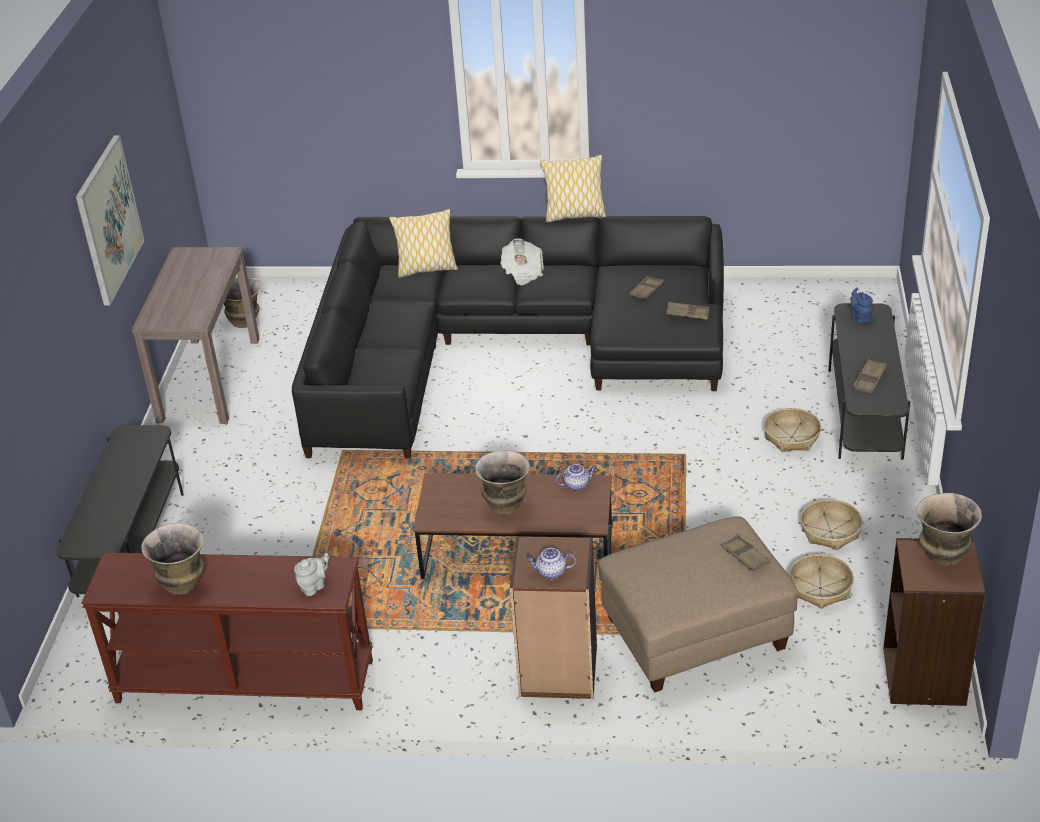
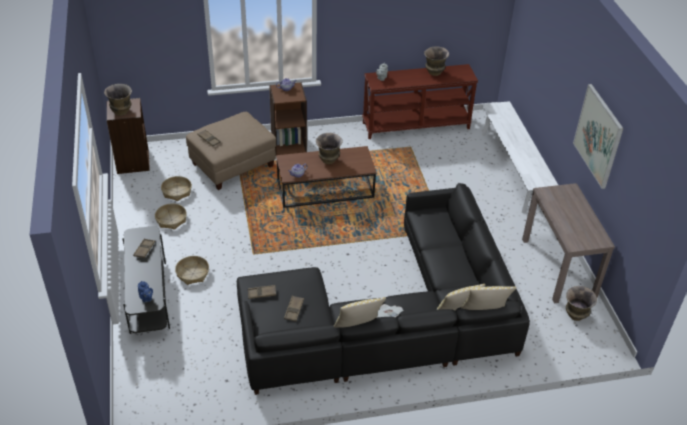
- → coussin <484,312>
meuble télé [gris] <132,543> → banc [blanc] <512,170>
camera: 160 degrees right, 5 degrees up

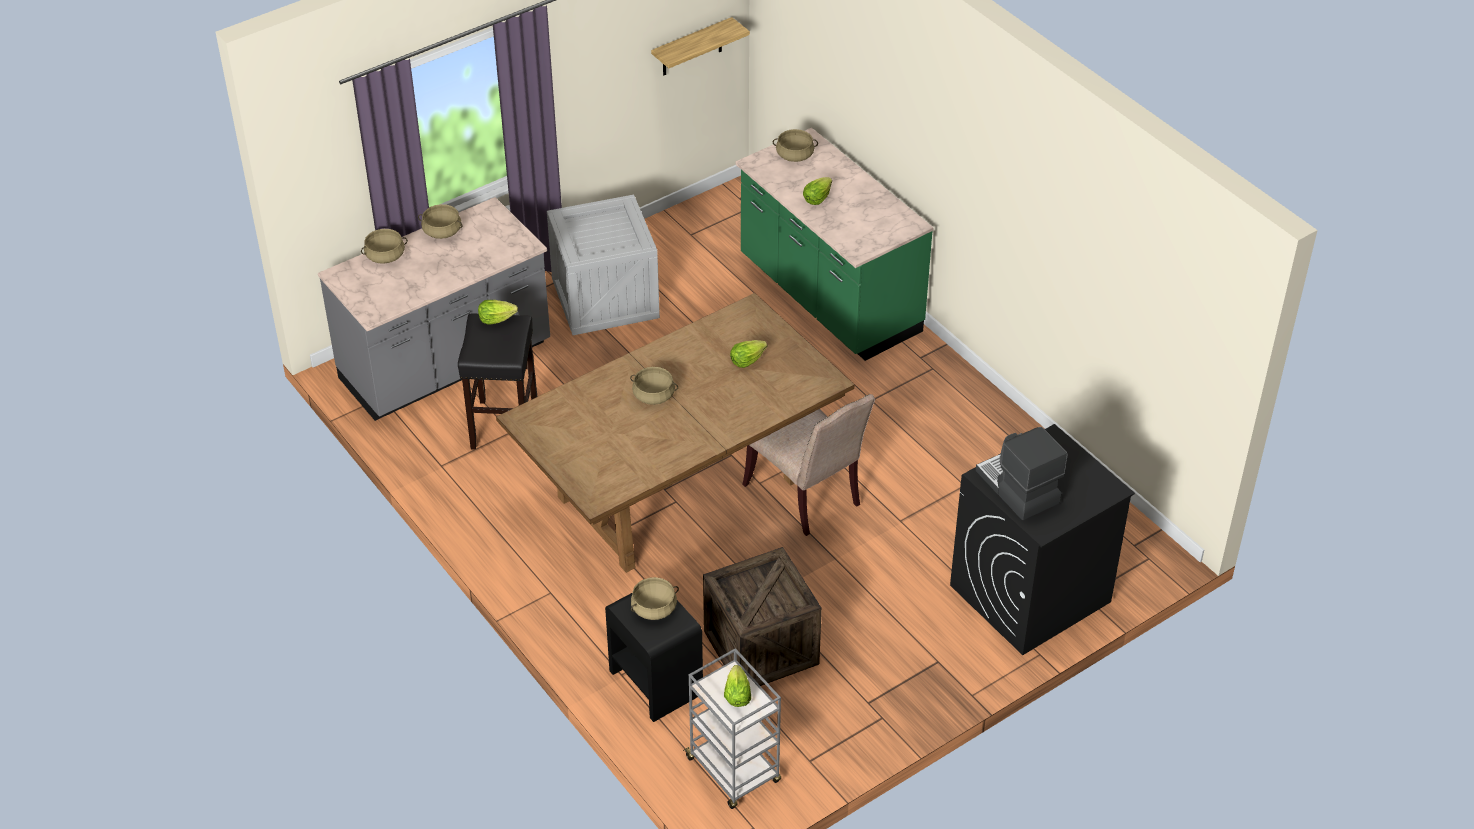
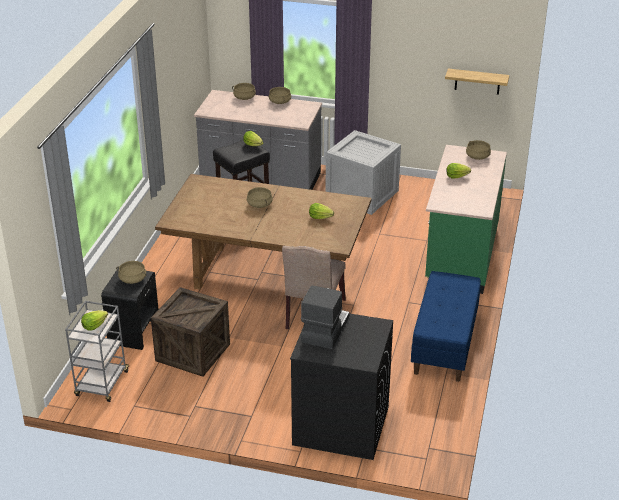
- → banc [bleu] <445,345>
camera: 50 degrees right, 10 degrees down

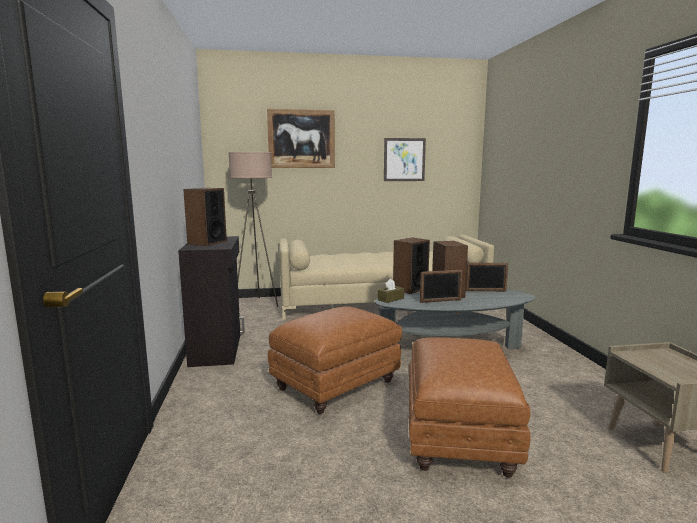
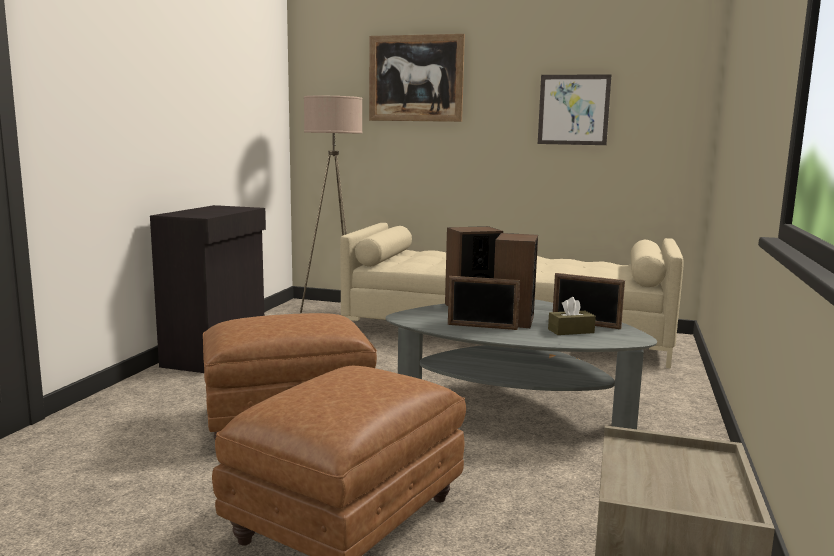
boîte à mouchoirs [marron] <390,299> → boîte à mouchoirs [marron] <571,331>, shifted
enceinte <207,242> → -
camera: 25 degrees right, 0 degrees up

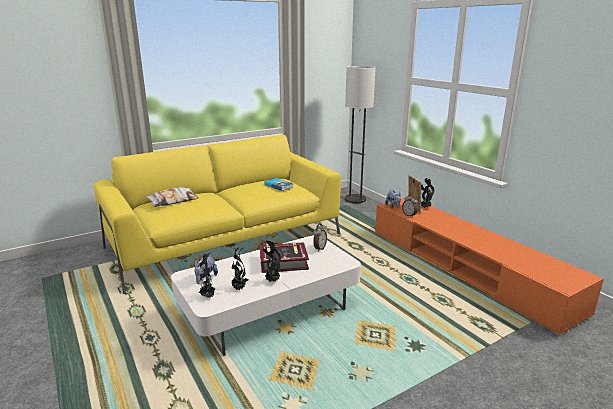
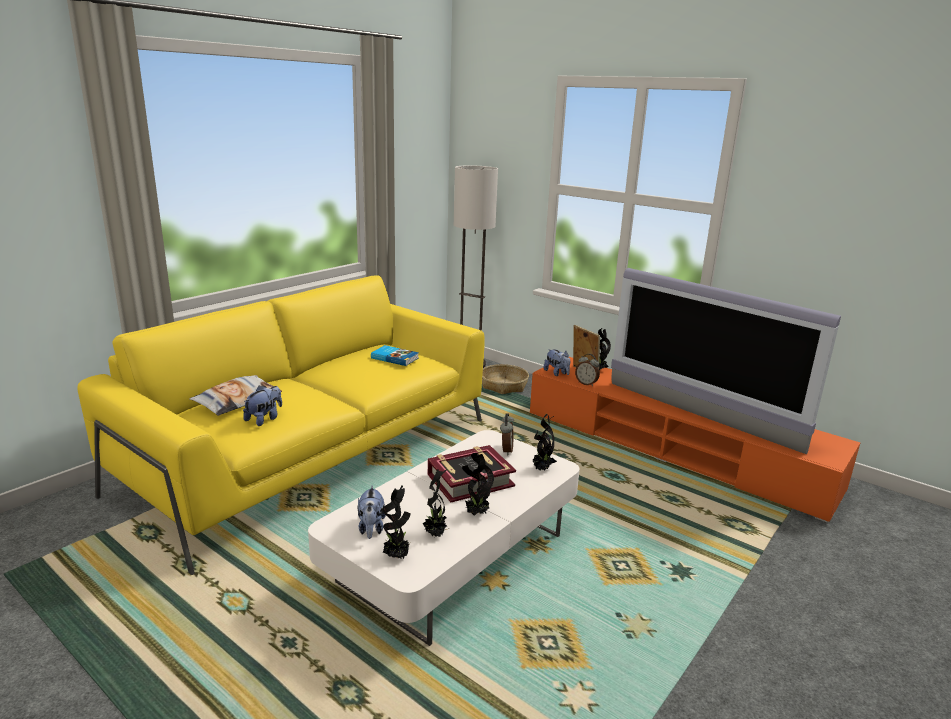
- → peluche <264,419>
- → panier <503,385>
- → plante en pot <542,469>
- → téléviseur <699,416>
camera: 20 degrees left, 0 degrees up

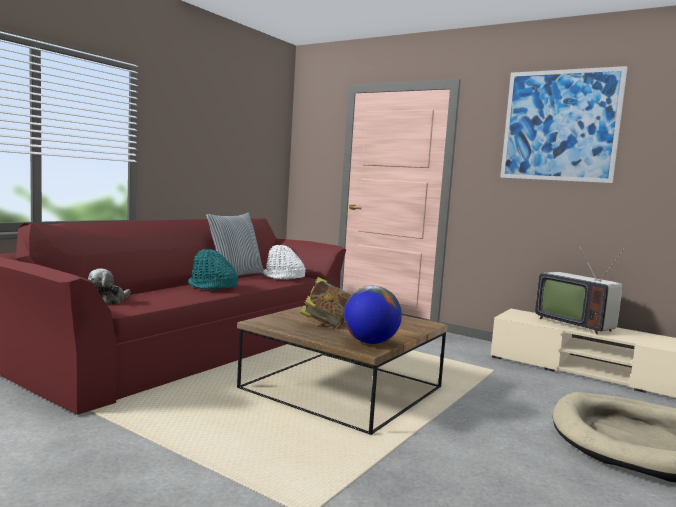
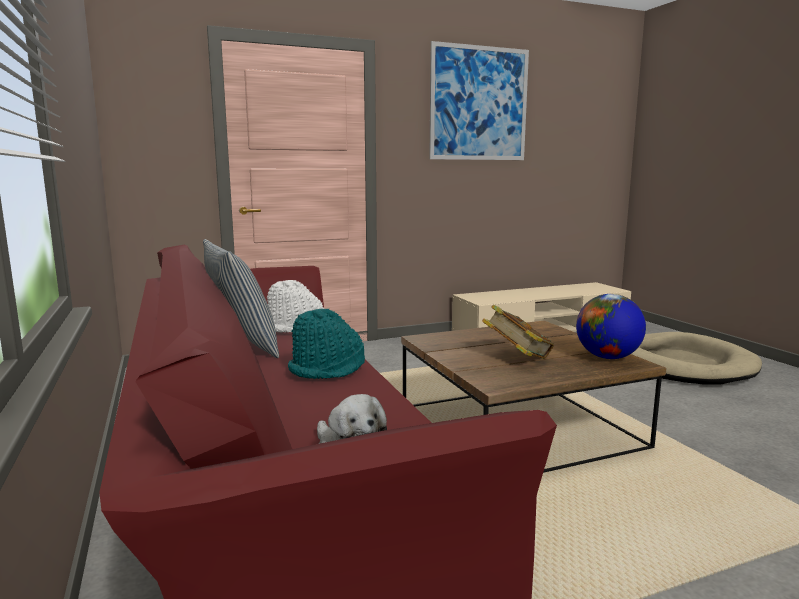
téléviseur <575,324> → -
camera: 55 degrees left, 5 degrees up

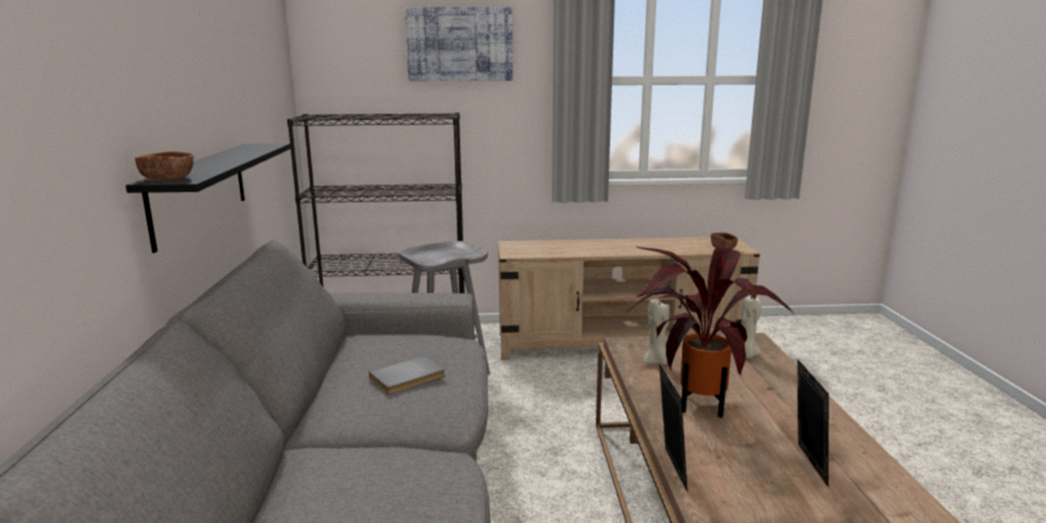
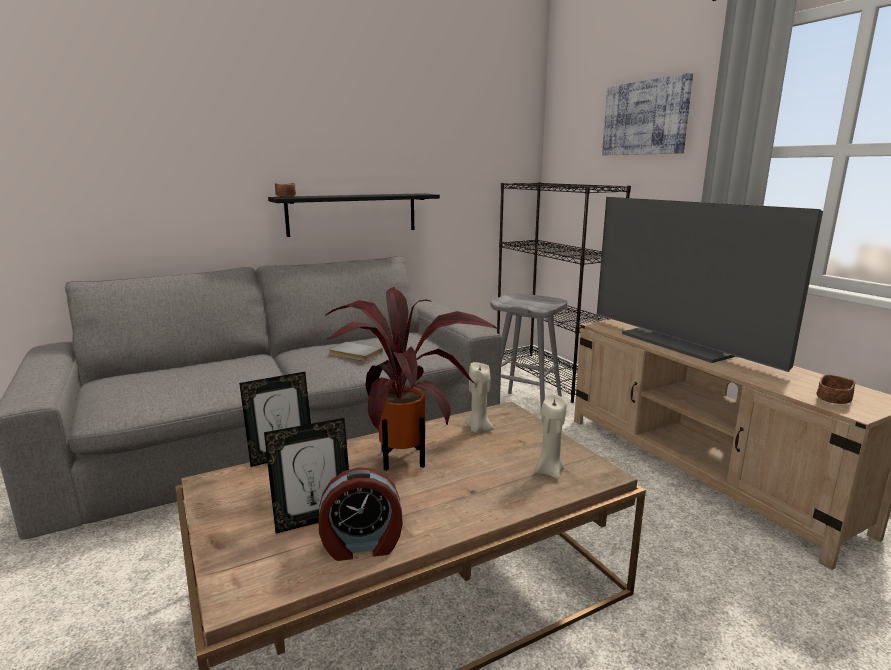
- → réveil <362,546>
- → téléviseur <682,343>
camera: 65 degrees right, 0 degrees up

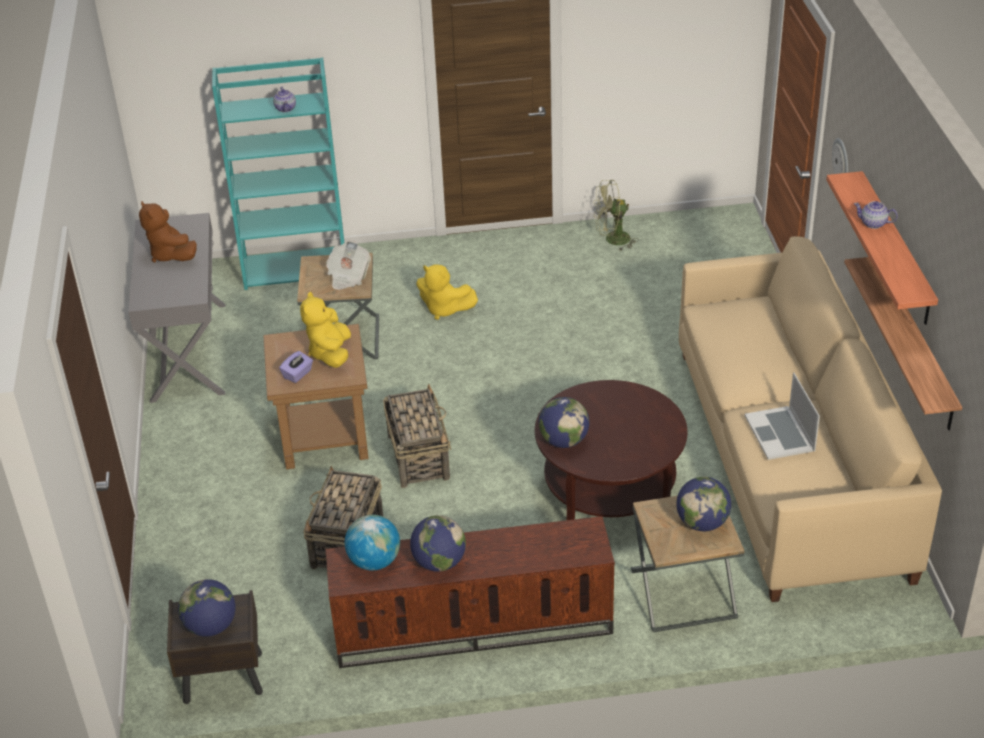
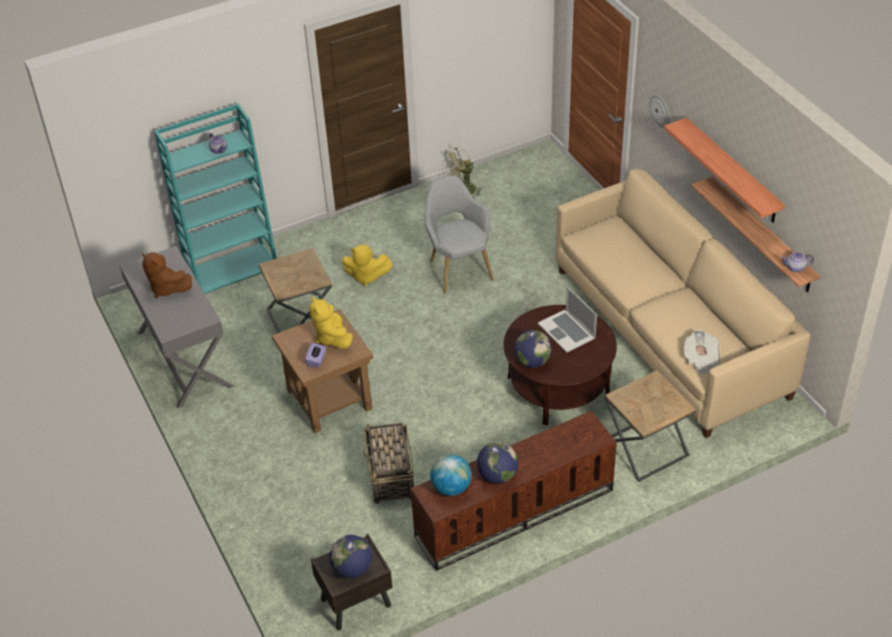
- → fauteuil [gris] <458,268>
ordinateur portable <780,433> → ordinateur portable <567,331>, shifted
journal <348,276> → journal <701,360>, shifted
théière <873,224> → théière <795,267>, shifted
panier <418,456> → -
globe <702,523> → -
camera: 20 degrees left, 5 degrees up

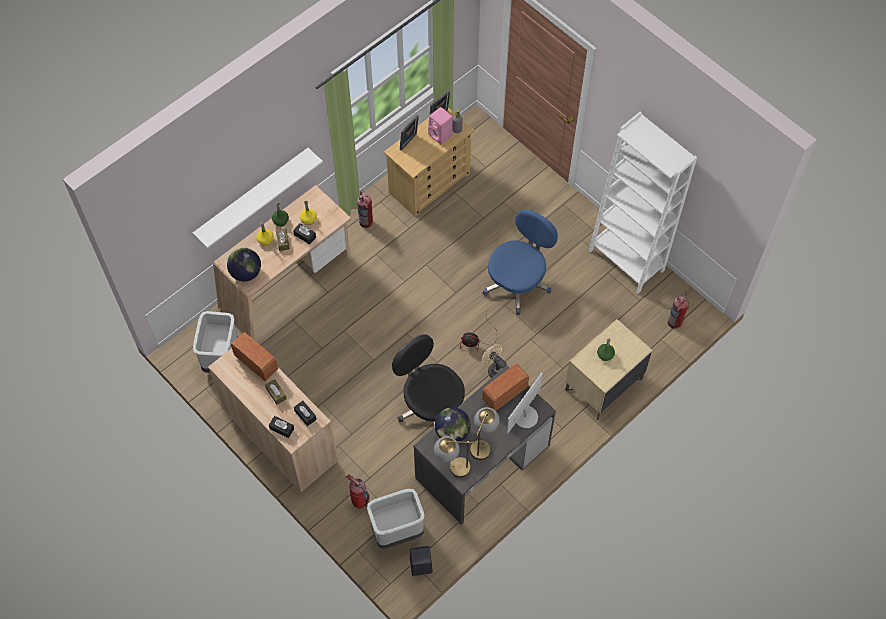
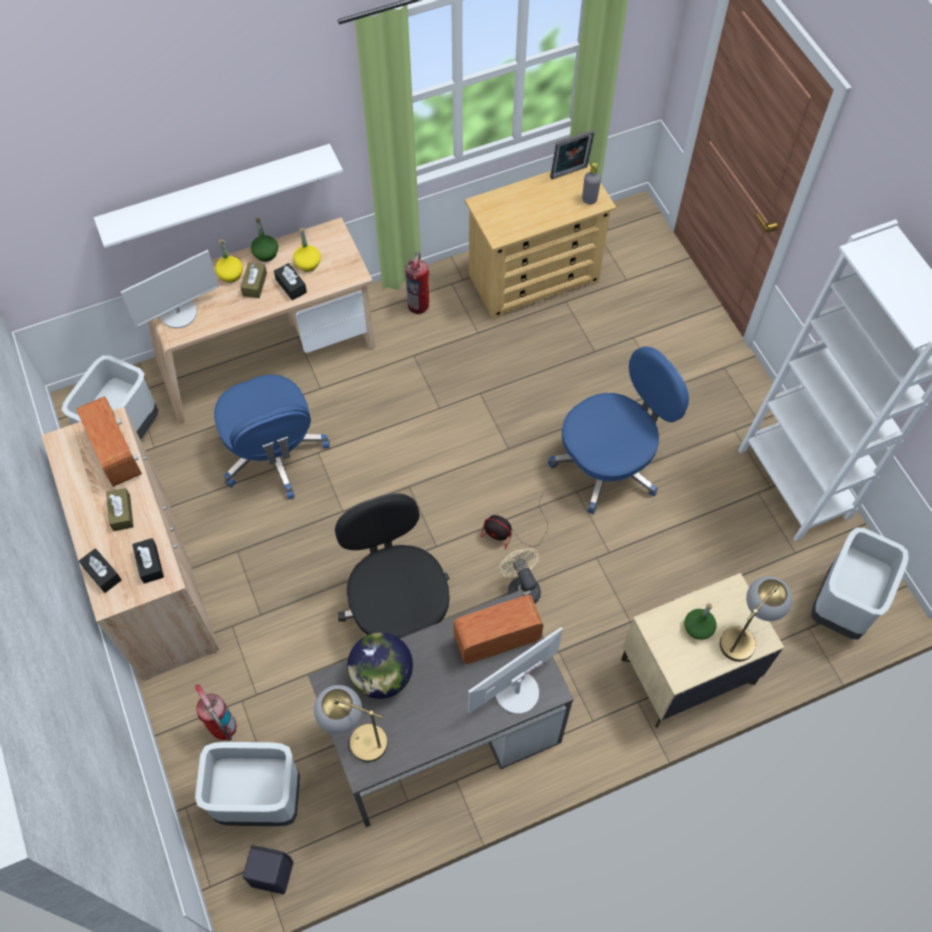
globe <246,272> → écran d'ordinateur <179,313>
- → chaise de bureau [bleu] <274,454>
lampe de table <483,443> → lampe de table <744,635>, shifted
extincteur <675,322> → poubelle [gris] <842,607>
cadre photo <409,142> → -
enceinte [rose] <441,135> → -
camera: 20 degrees right, 0 degrees up

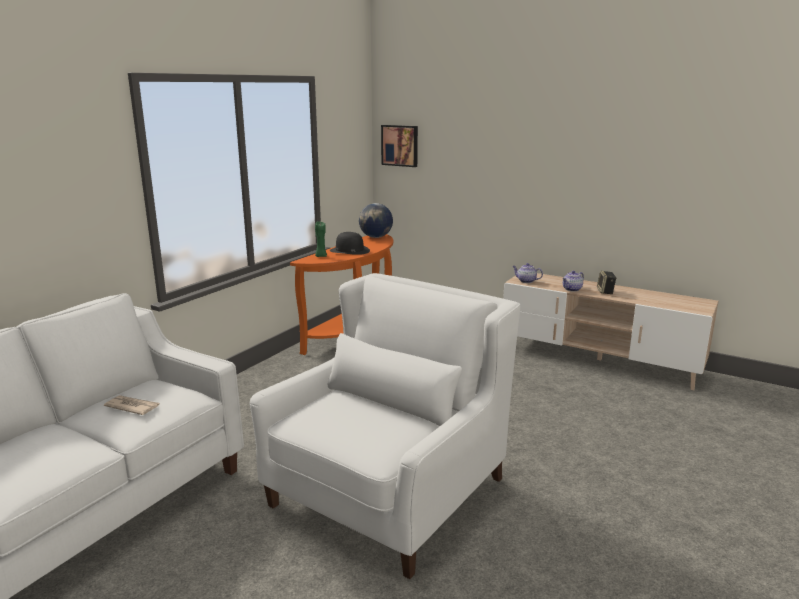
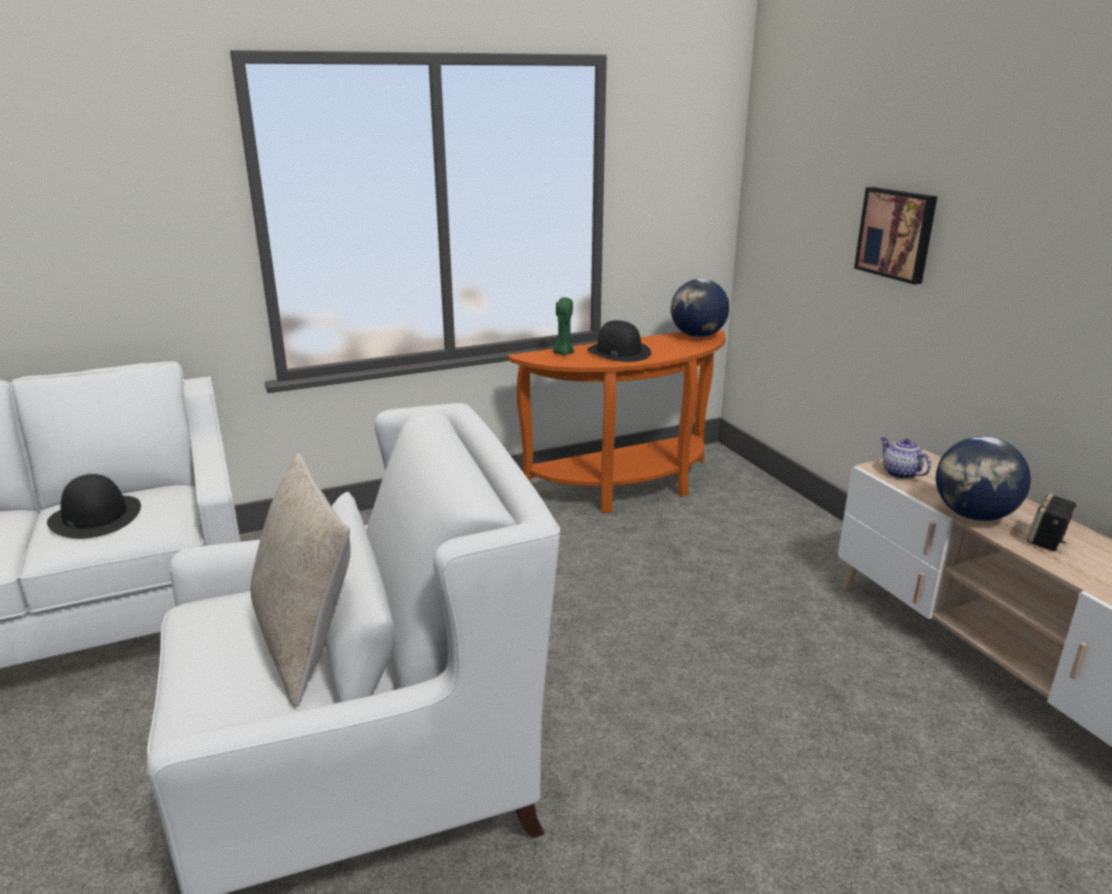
journal <132,407> → chapeau [noir] <95,516>
- → coussin [beige] <307,642>
tableau <400,145> → tableau <897,234>, shifted
théière <572,289> → globe <973,516>
camera: 35 degrees right, 5 degrees up

